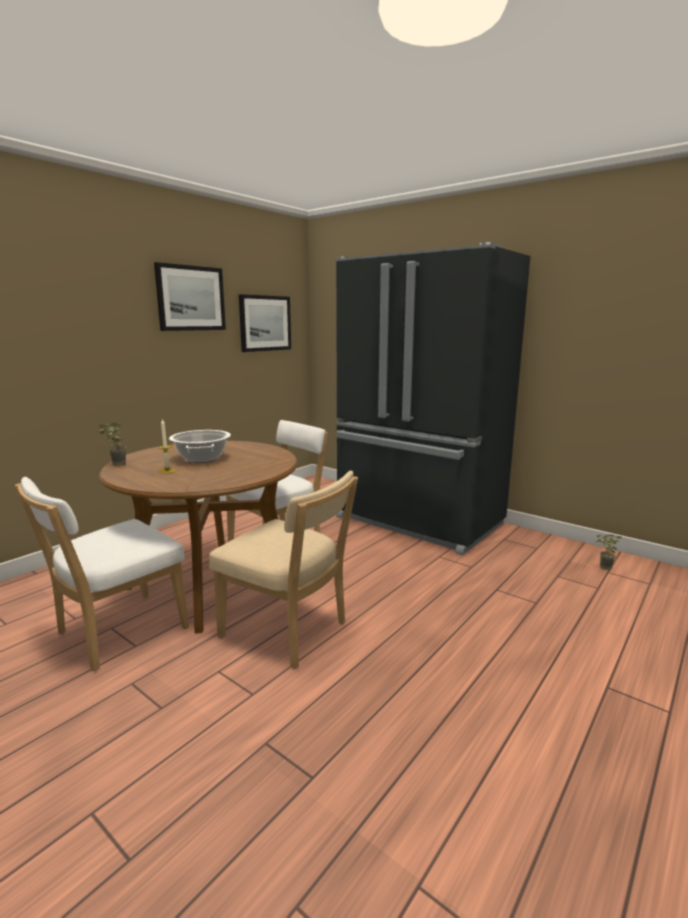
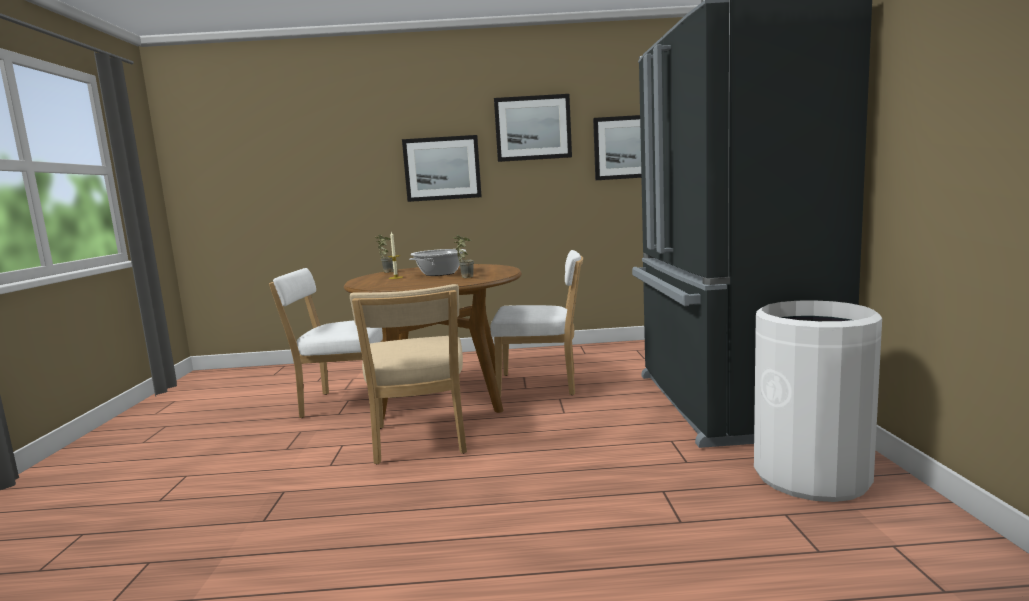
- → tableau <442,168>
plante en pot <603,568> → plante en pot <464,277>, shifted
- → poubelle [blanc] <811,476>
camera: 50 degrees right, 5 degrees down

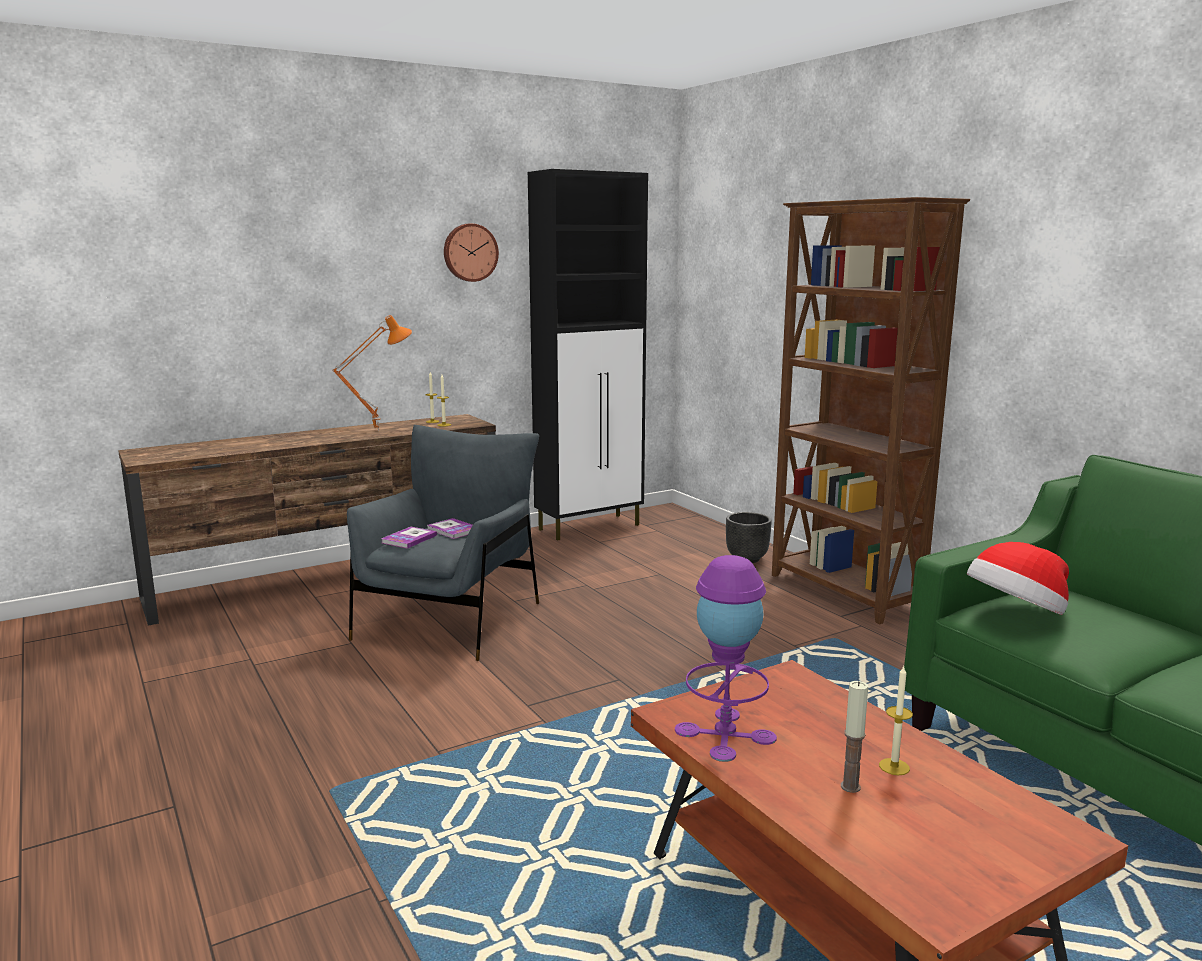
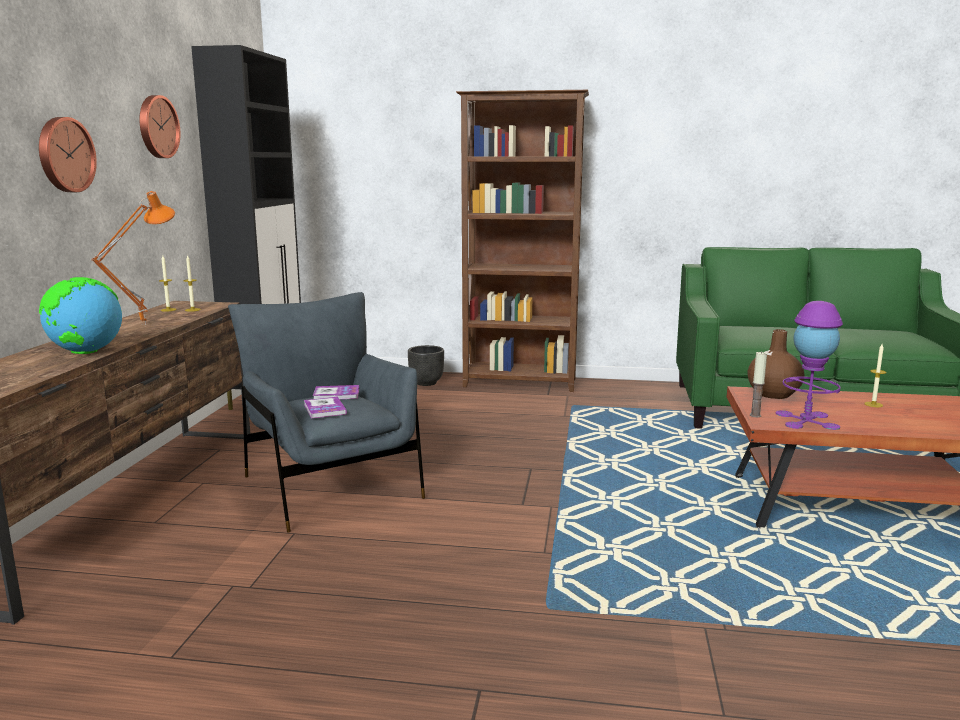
- → horloge murale <64,155>
- → globe <85,353>
- → vase [marron] <773,394>
bougie <850,787> → bougie <755,415>, shifted
chapeau <1016,614> → -
camera: 50 degrees left, 0 degrees up

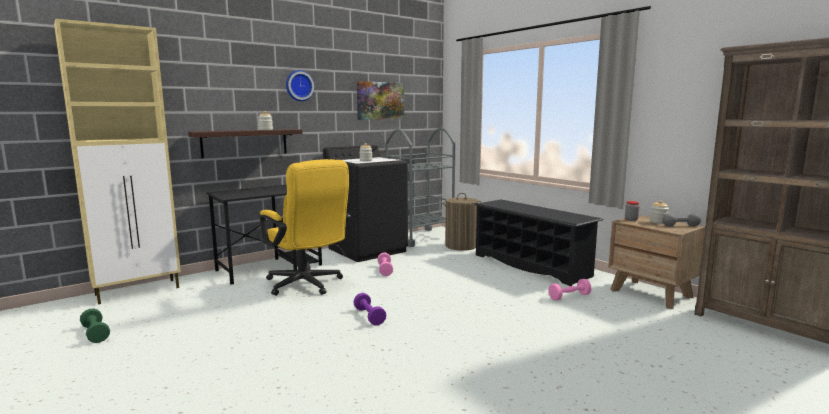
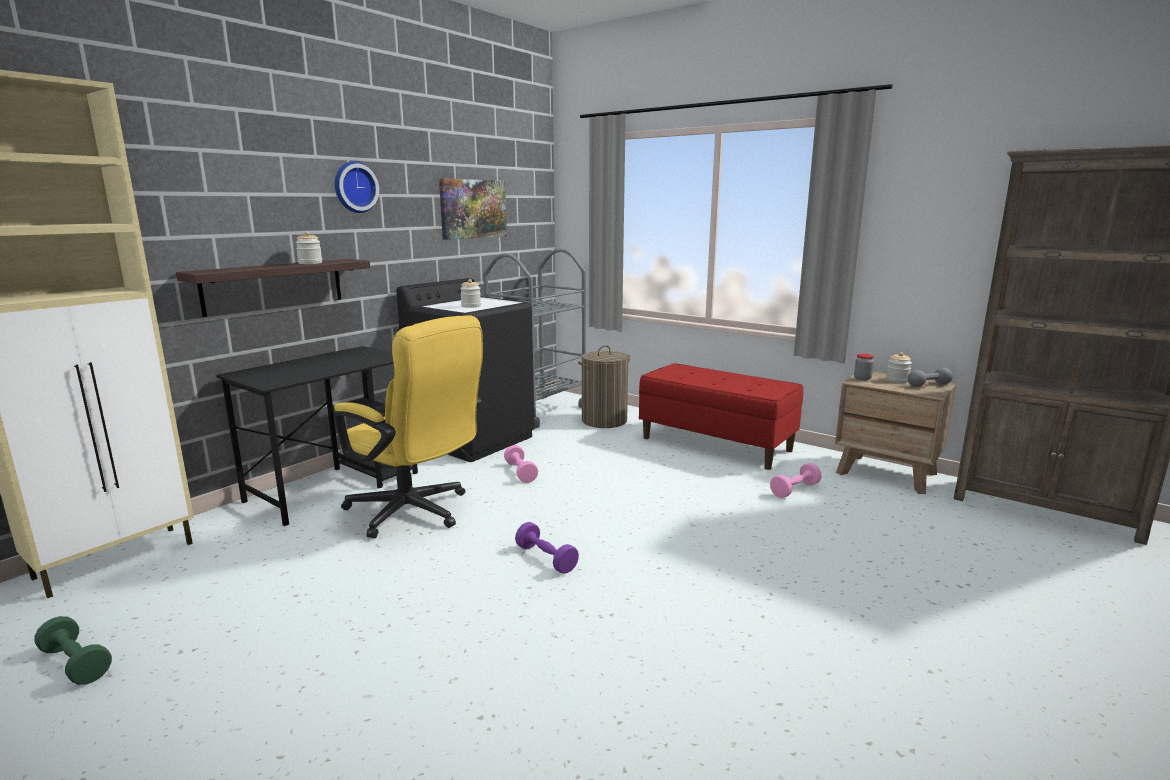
étagère à chaussures [noir] <531,265> → banc [rouge] <716,444>
camera: 15 degrees left, 5 degrees up

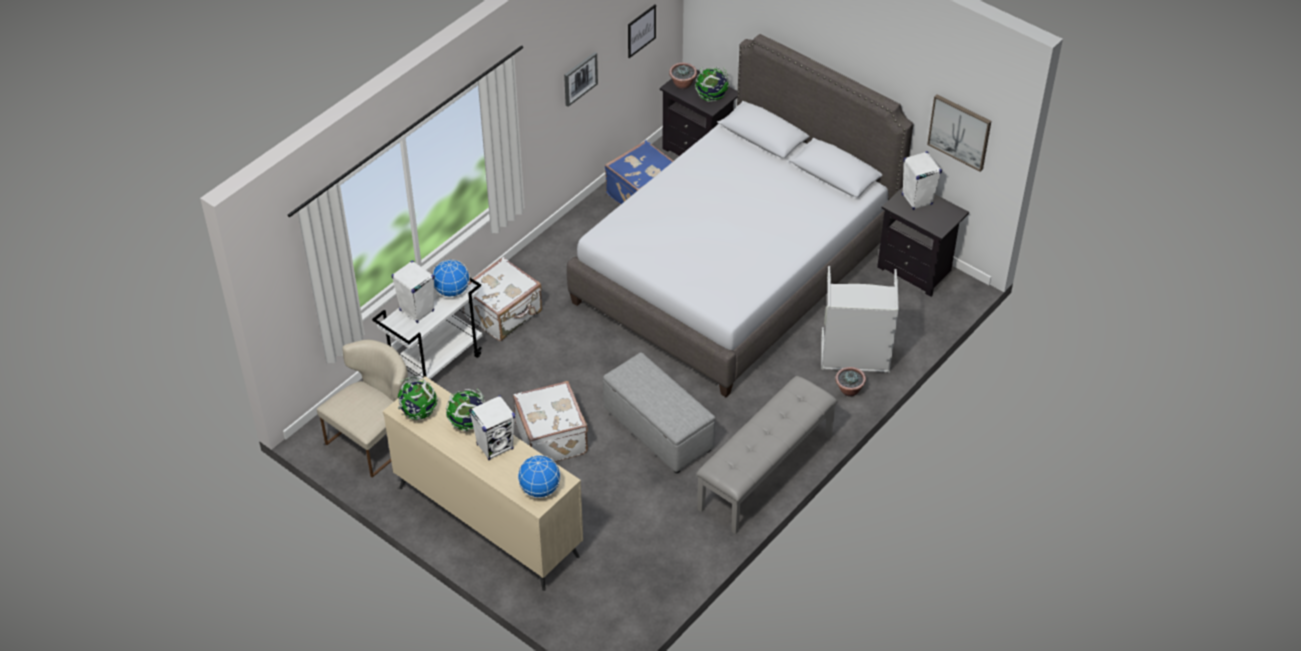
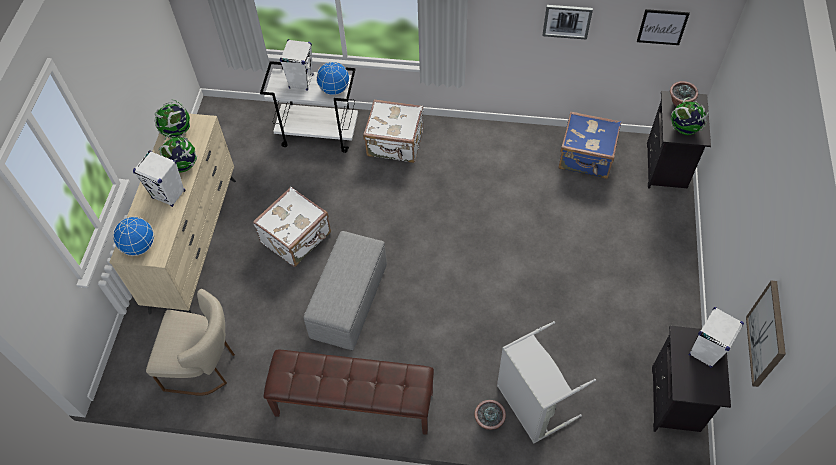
chaise [beige] <374,439> → chaise [beige] <204,366>, shifted
banc [gris] <766,473> → banc [marron] <353,404>
lit [gris] <734,270> → -
camera: 60 degrees right, 10 degrees up

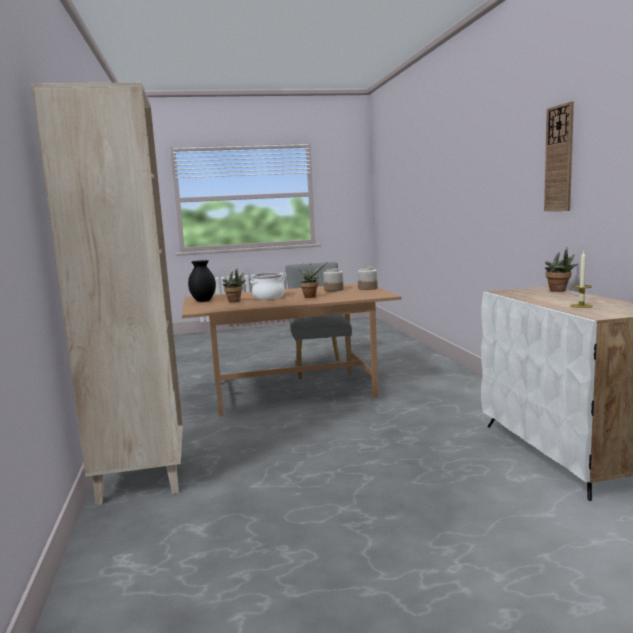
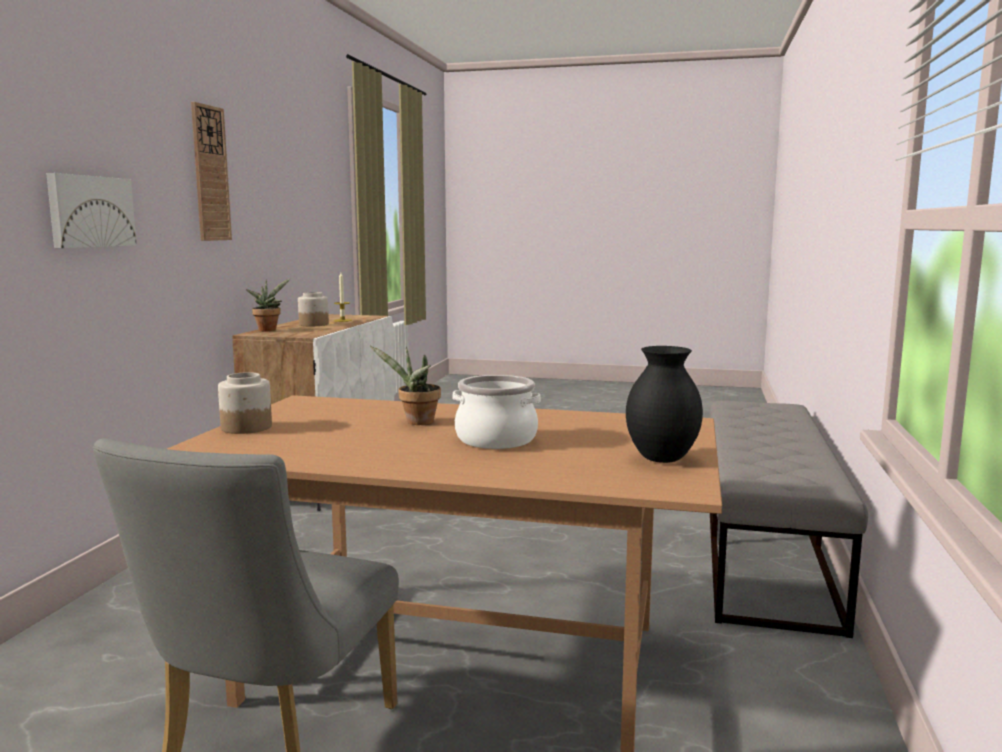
- → tableau <90,211>
bocal <334,290> → bocal <313,324>, shifted
bibliothèque [beige] <141,477> → banc [gris] <764,547>
plante en pot <235,301> → -
camera: 155 degrees left, 0 degrees up

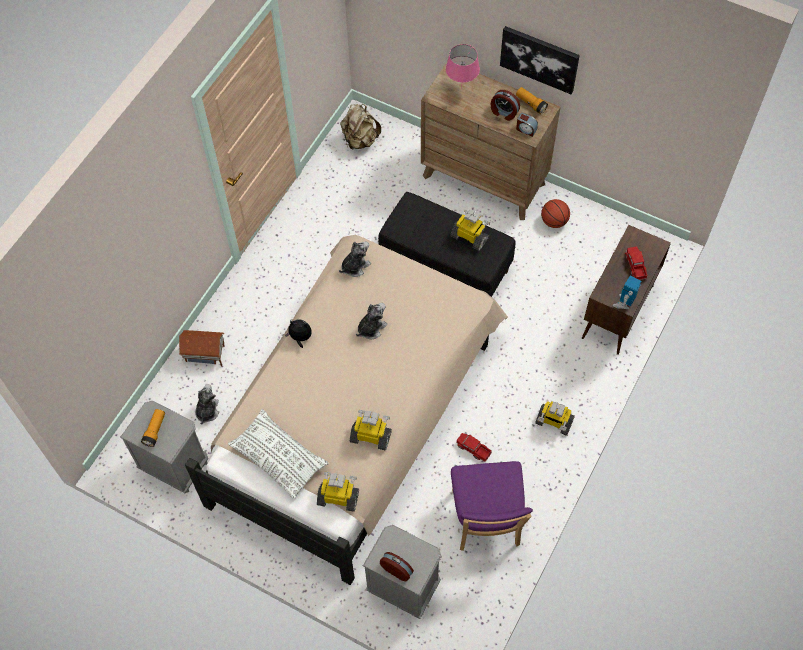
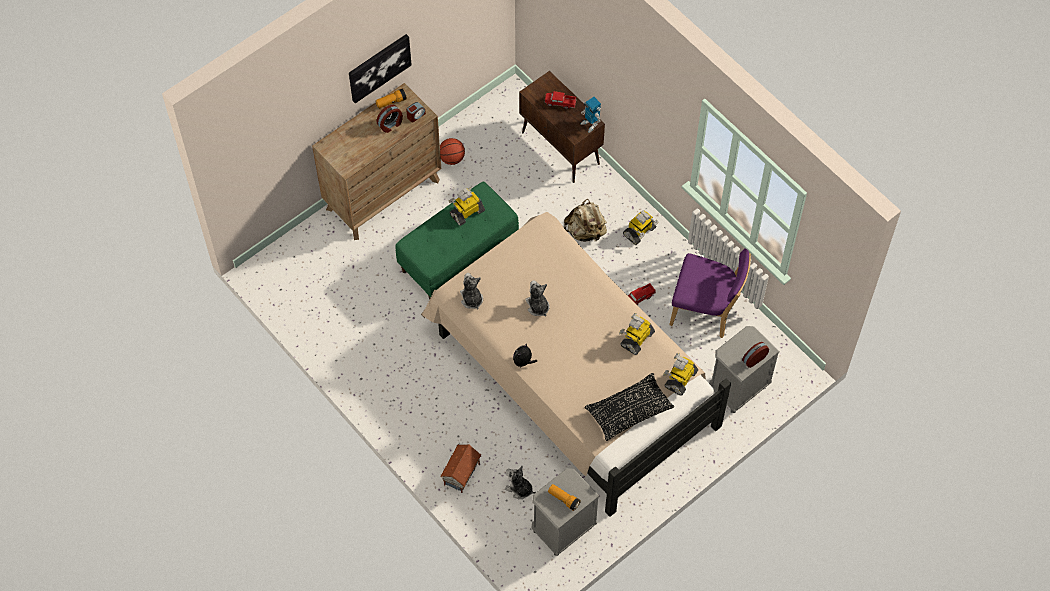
banc [noir] <444,266> → banc [vert] <458,256>
sac à dos [beige] <360,140> → sac à dos [beige] <585,232>, shifted
coussin [blanc] <279,458> → coussin [noir] <628,411>
lampe de table [rose] <462,89> → -
camera: 70 degrees left, 0 degrees up

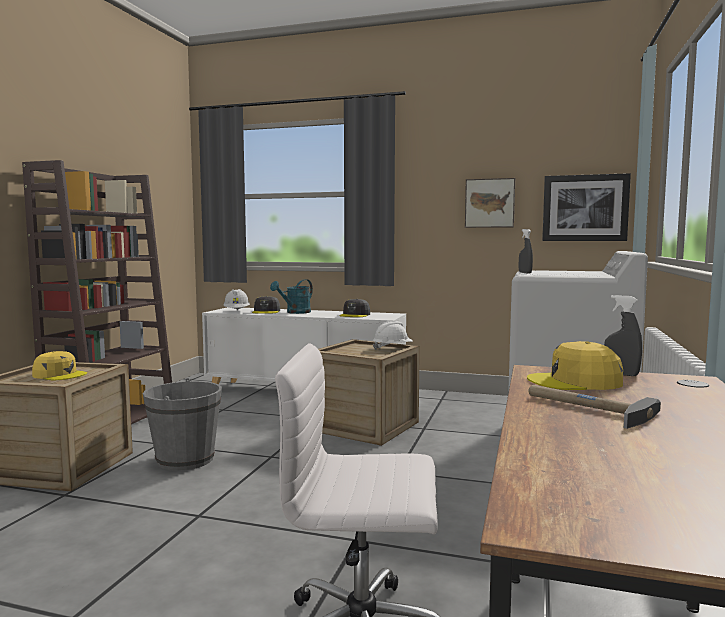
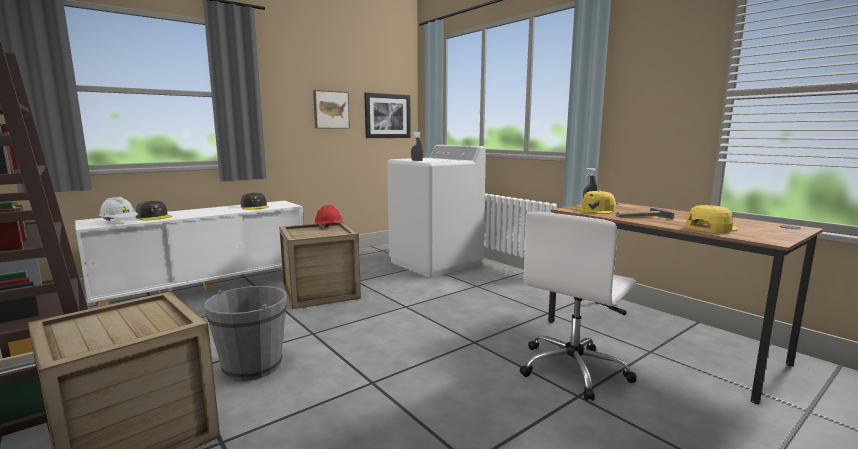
casque de chantier [blanc] <392,348> → casque de chantier [rouge] <329,227>
casquette [jaune] <59,375> → casquette [jaune] <710,228>, shifted
arrosoir [turquoise] <295,312> → -
camera: 55 degrees left, 5 degrees up

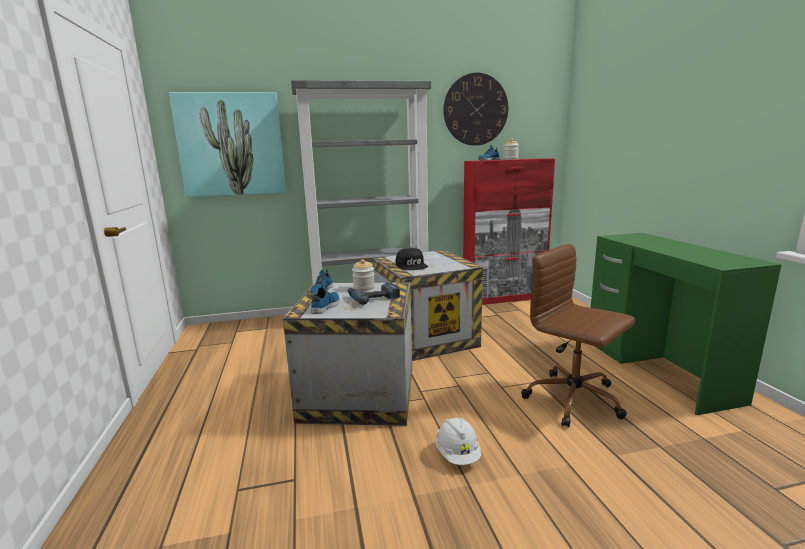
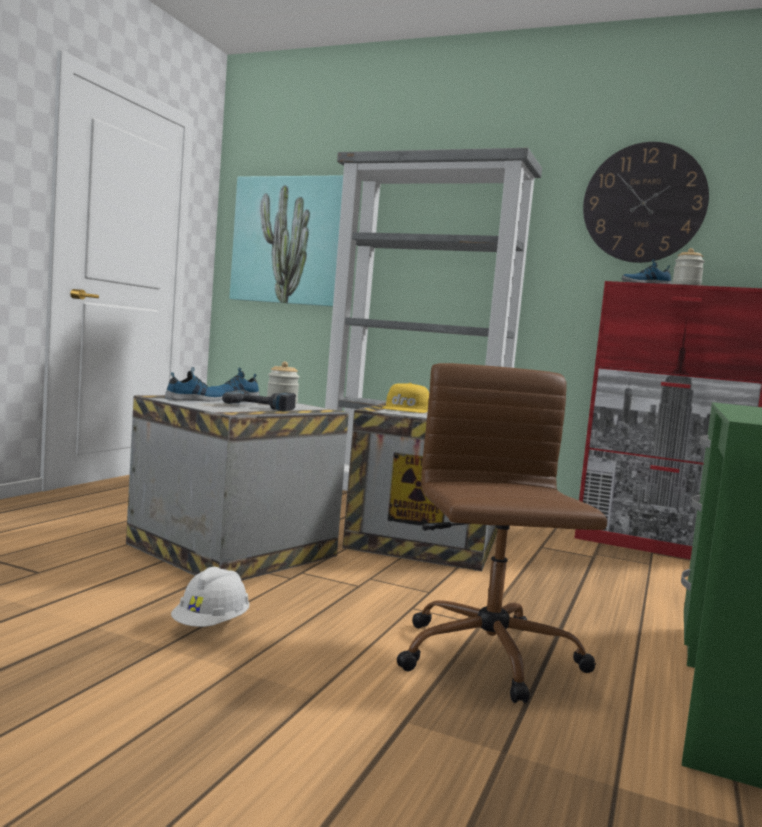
casquette [noir] <412,265> → casquette [jaune] <407,409>
camera: 35 degrees right, 10 degrees down

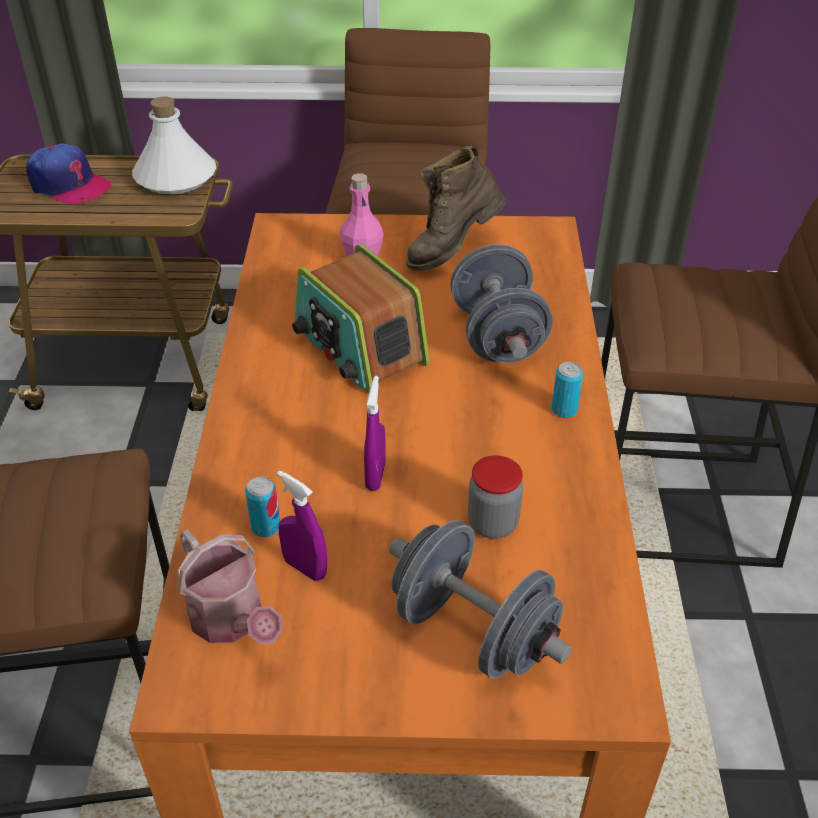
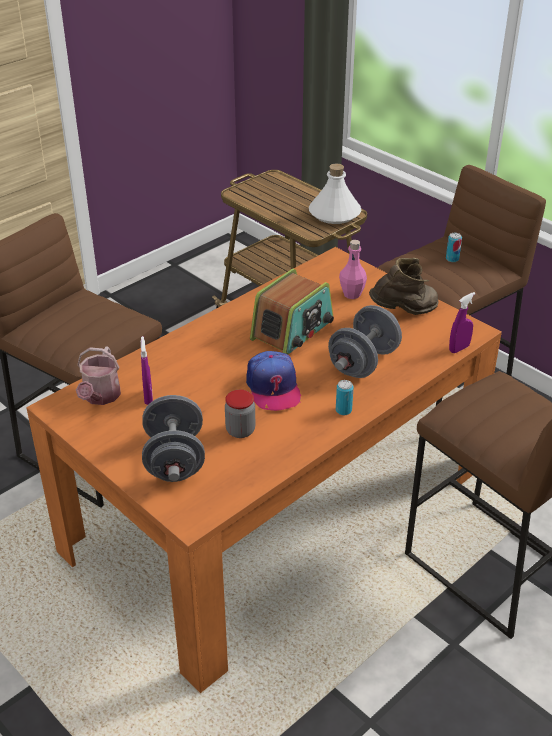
casquette <69,185> → casquette <273,388>, shifted
radio <359,346> → radio <293,330>, 150 degrees counterclockwise
botte [marron] <452,250> → botte [marron] <404,312>, 150 degrees clockwise
boîte métallique <266,527> → boîte métallique <452,259>, shifted
vaporisateur [violet] <375,476> → vaporisateur [violet] <459,348>, shifted
camera: 45 degrees right, 5 degrees down

